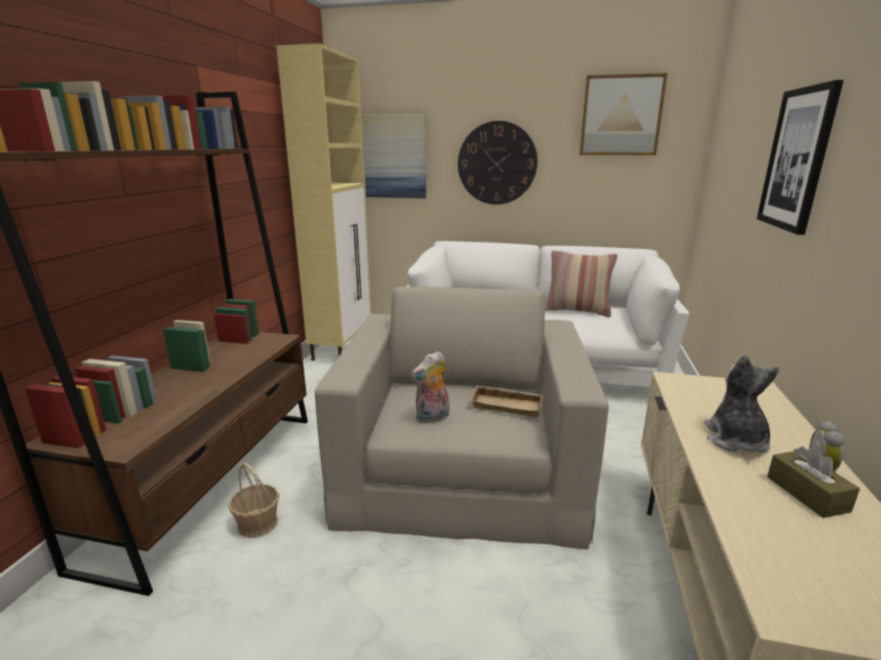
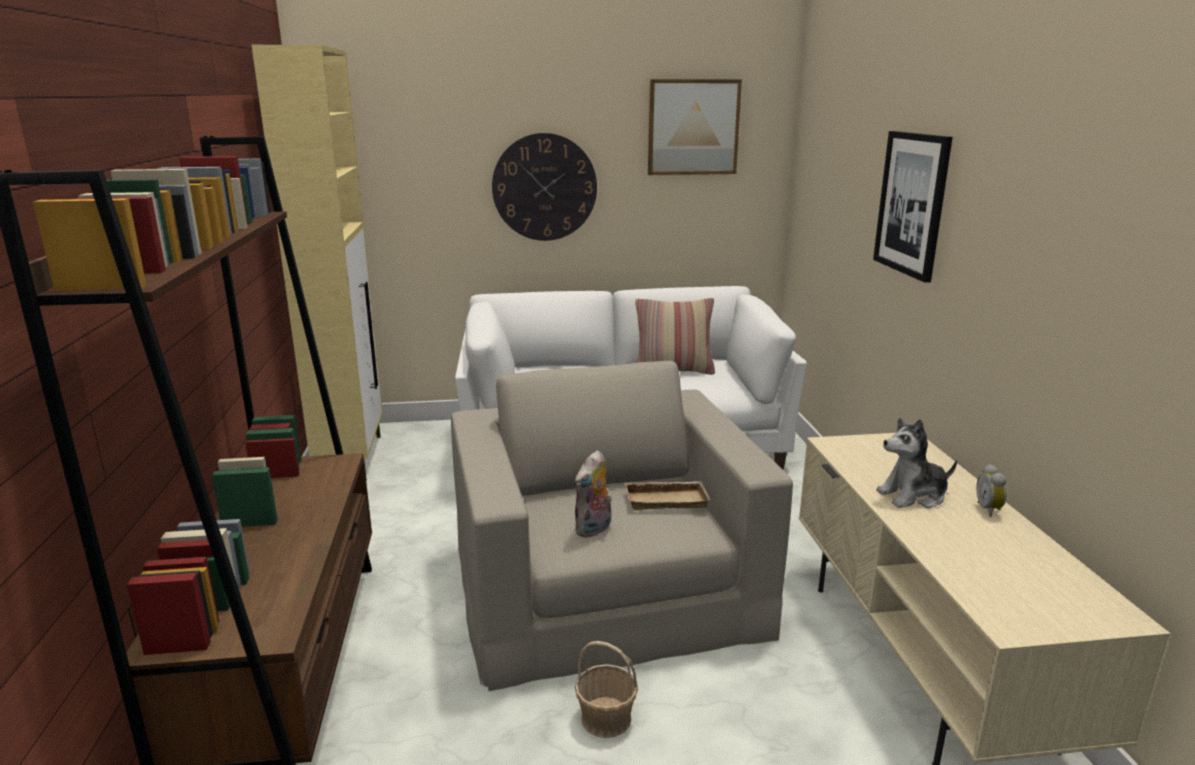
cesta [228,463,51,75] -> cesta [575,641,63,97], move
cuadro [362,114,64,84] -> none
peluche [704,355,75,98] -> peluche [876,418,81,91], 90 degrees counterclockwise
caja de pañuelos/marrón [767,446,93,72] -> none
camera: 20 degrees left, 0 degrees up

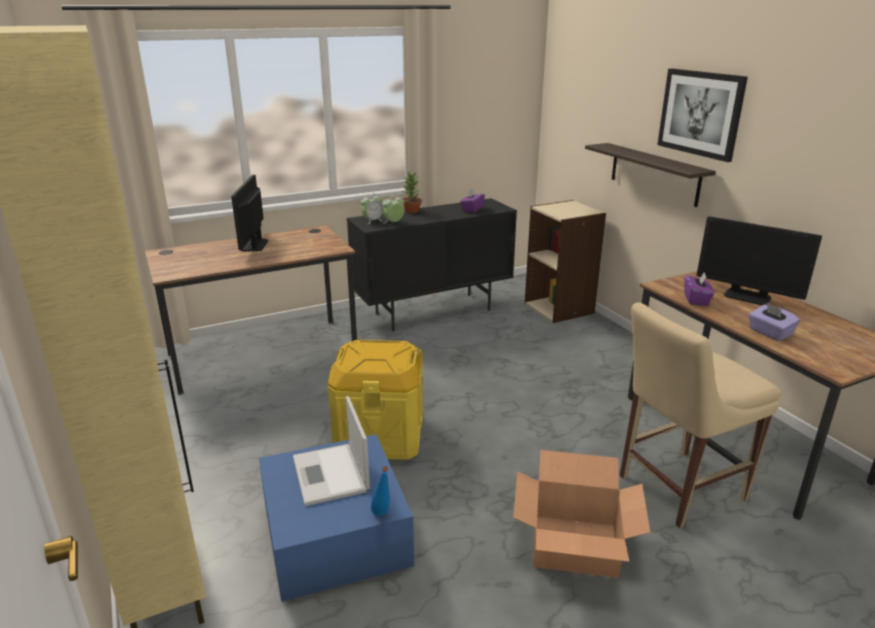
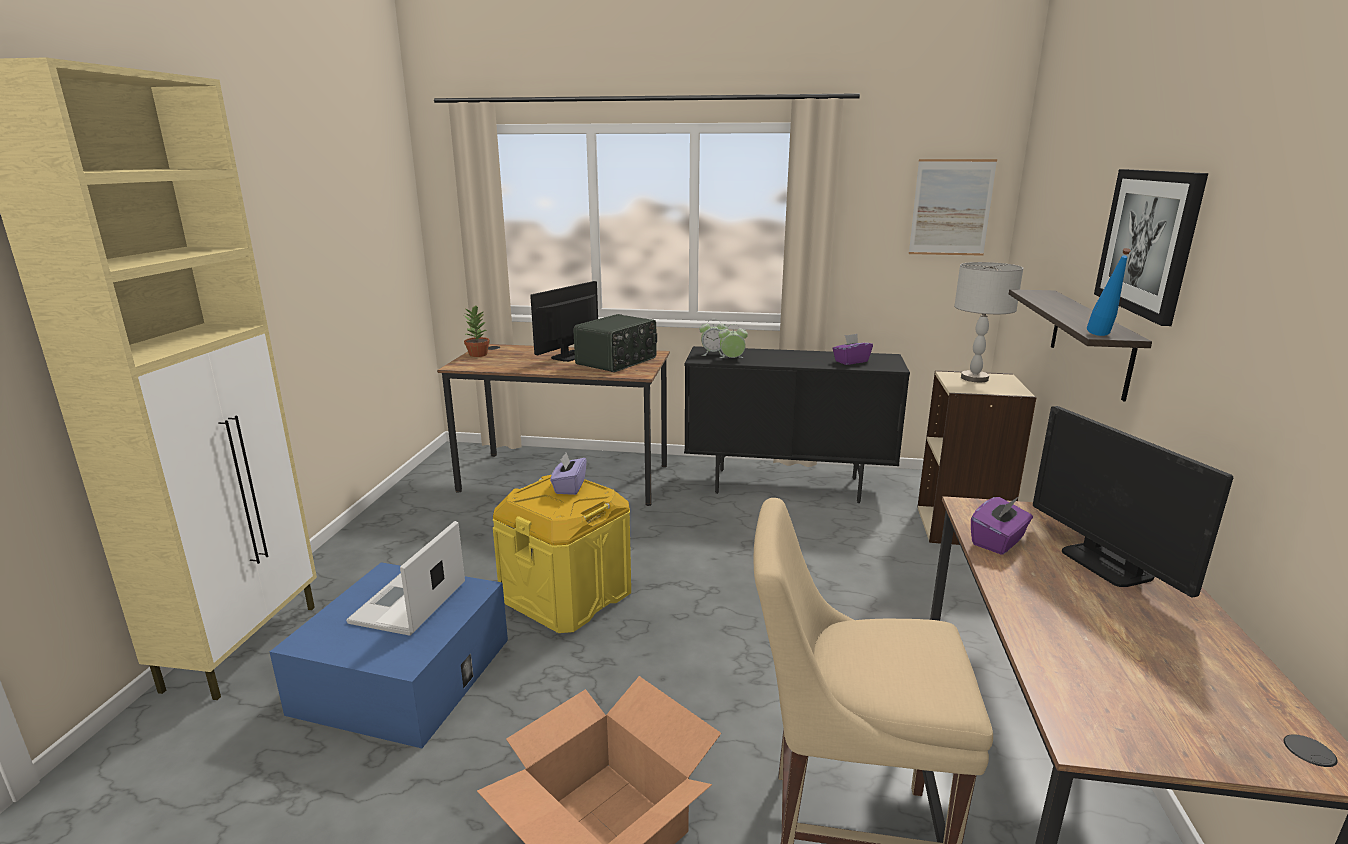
botella/azul [371,466,19,50] -> botella/azul [1087,248,44,88], move
planta en maceta [402,171,20,42] -> planta en maceta [464,306,26,51], move
caja de pañuelos/morado [748,303,52,38] -> caja de pañuelos/morado [550,452,36,43], move
none -> radio [573,314,84,58]
none -> cuadro [909,159,88,97]
none -> lámpara de mesa/gris [954,262,69,120]
camera: 35 degrees right, 5 degrees down

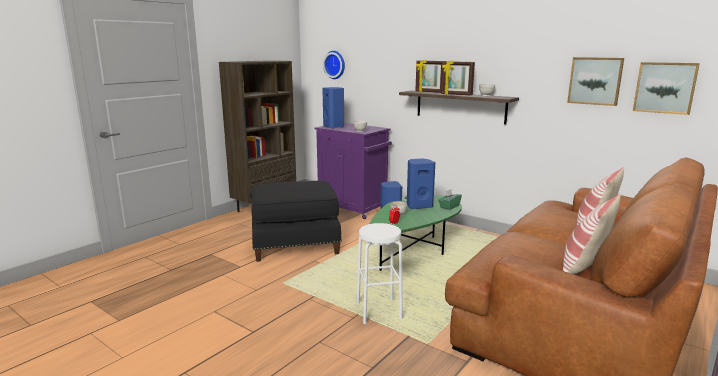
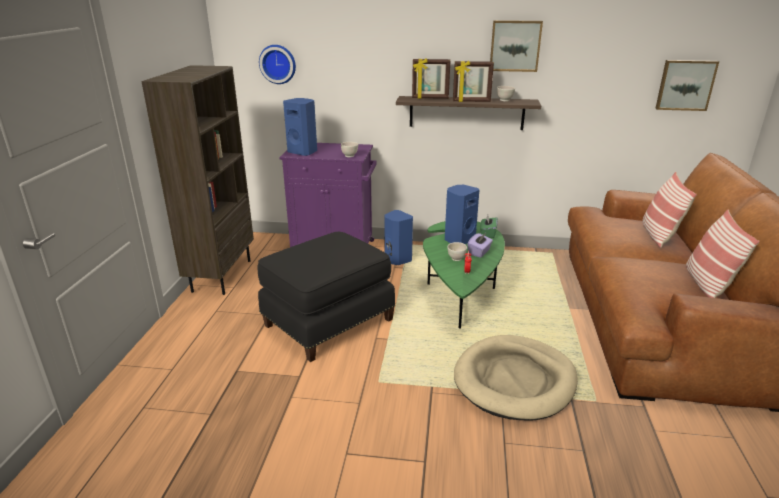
taburete/blanco [357,223,46,101] -> cama para perro/beis [454,335,124,86]
cuadro [567,57,57,49] -> cuadro [490,20,53,52], move
none -> caja de pañuelos/morado [467,233,26,25]
camera: 30 degrees left, 10 degrees up

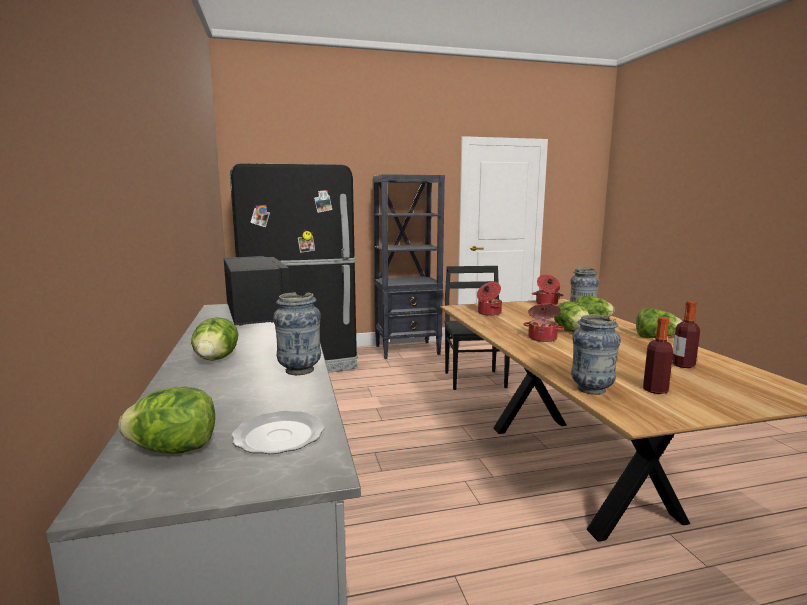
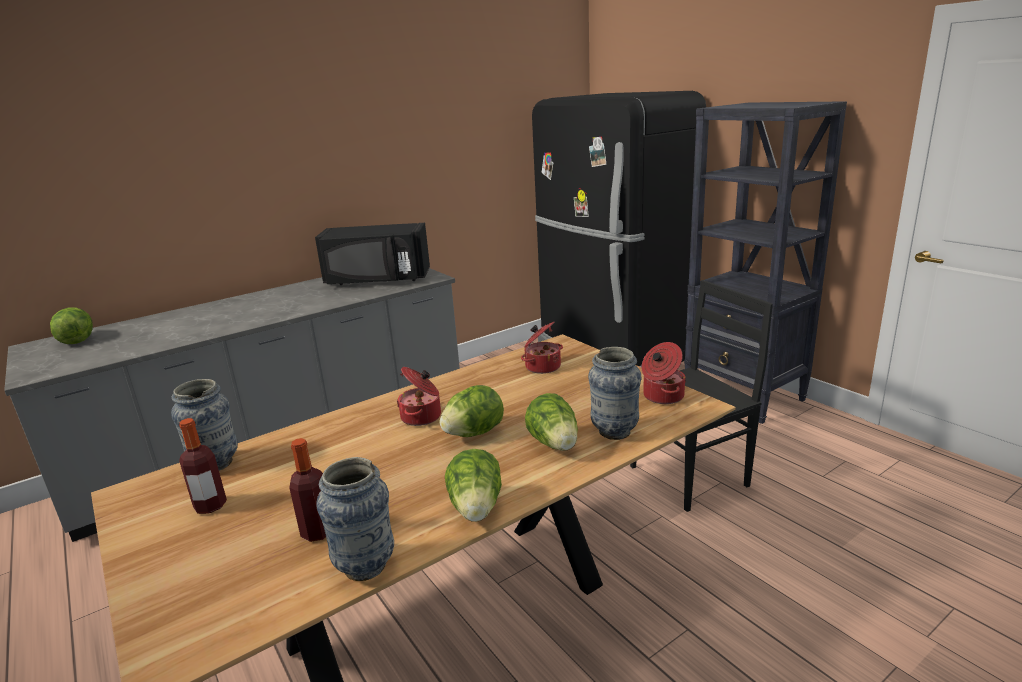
lechuga [191,317,47,44] -> none
microondas/negro [224,256,66,69] -> microondas/negro [315,223,115,62], 45 degrees clockwise
plato [232,411,93,43] -> none
florero [273,292,48,83] -> florero [316,457,78,124], move
camera: 70 degrees right, 10 degrees up

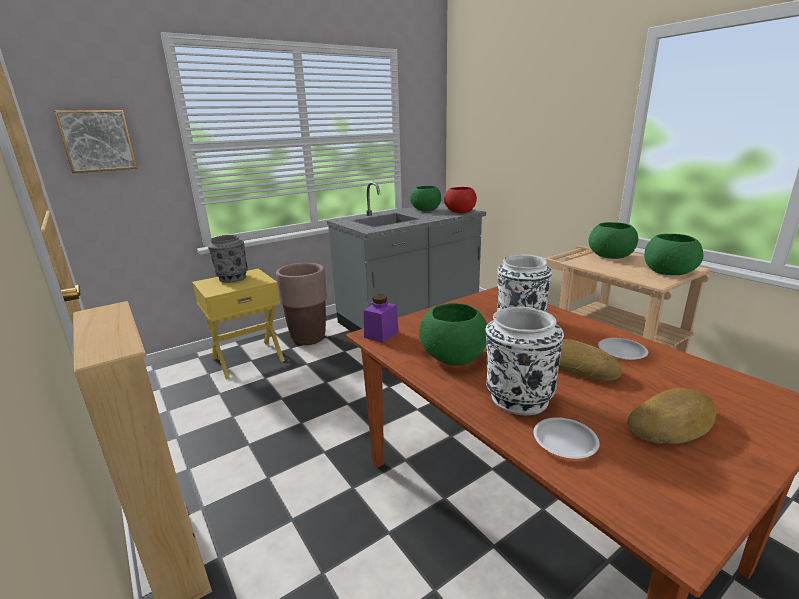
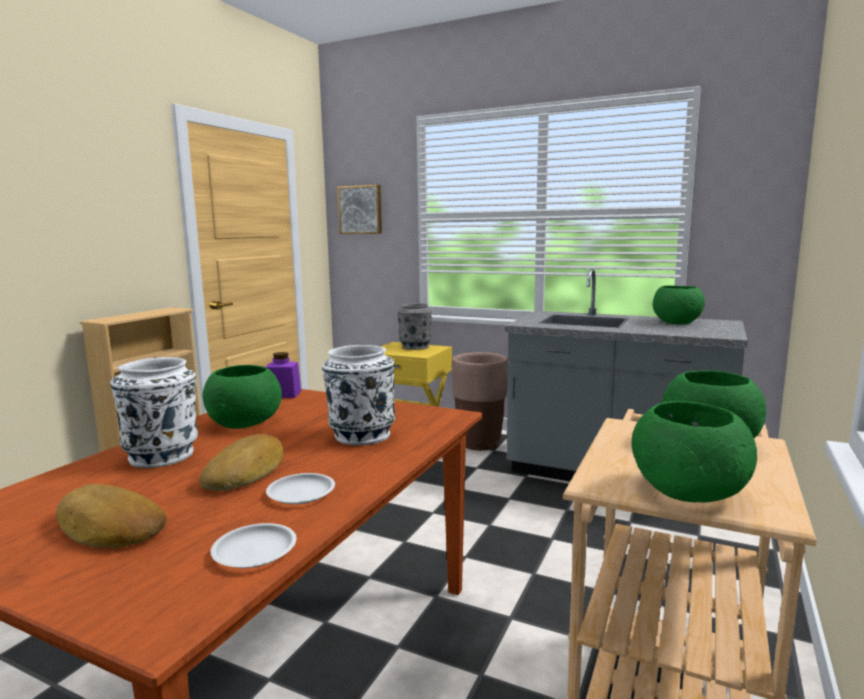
cuenco/rojo [444,187,33,26] -> none
plato/blanco [533,417,67,42] -> plato/blanco [211,523,86,45], move
camera: 60 degrees right, 10 degrees down

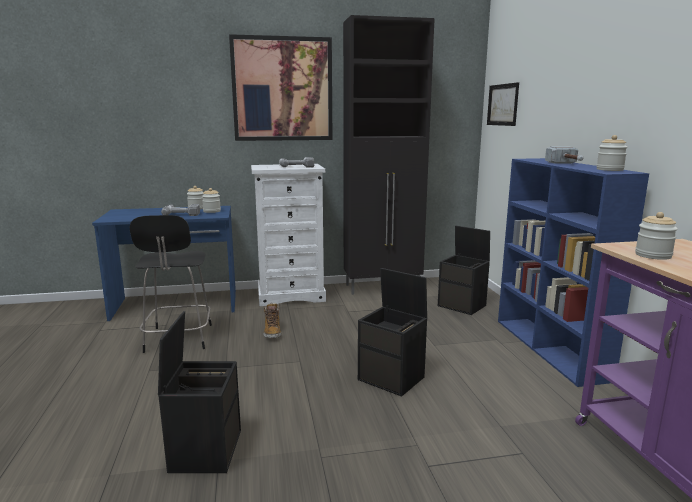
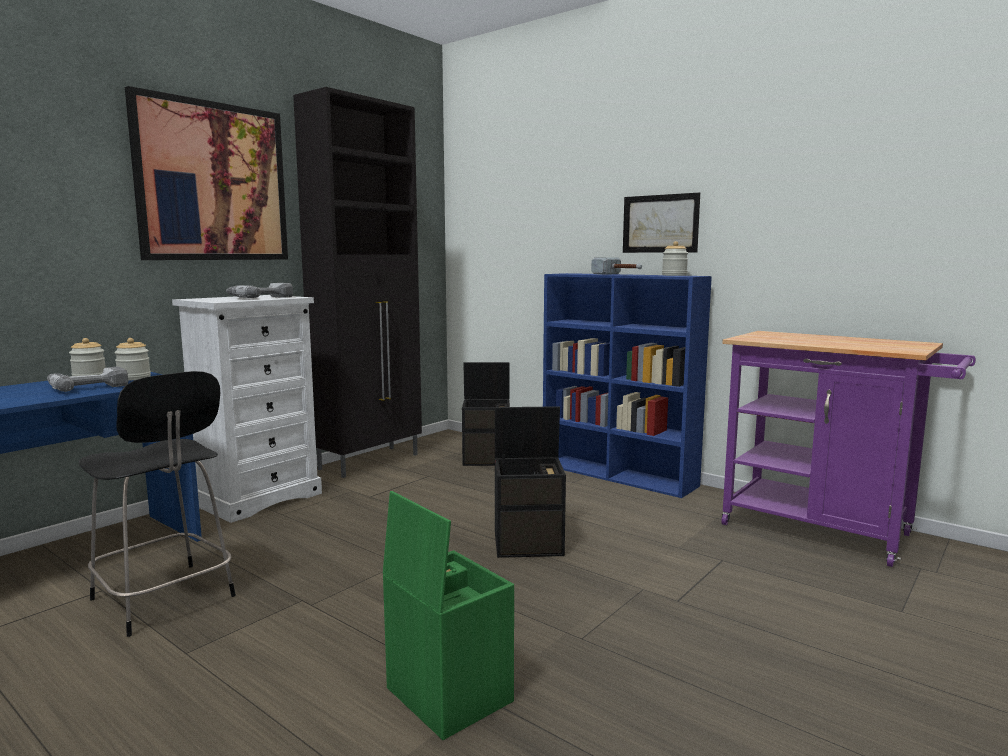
caja de almacenaje/negro [158,311,83,162] -> caja de almacenaje/verde [383,491,131,249]
bota [263,303,18,35] -> none
cuadro [487,82,32,44] -> cuadro [623,192,77,61], move
tarro [635,212,43,48] -> none
camera: 40 degrees left, 5 degrees down

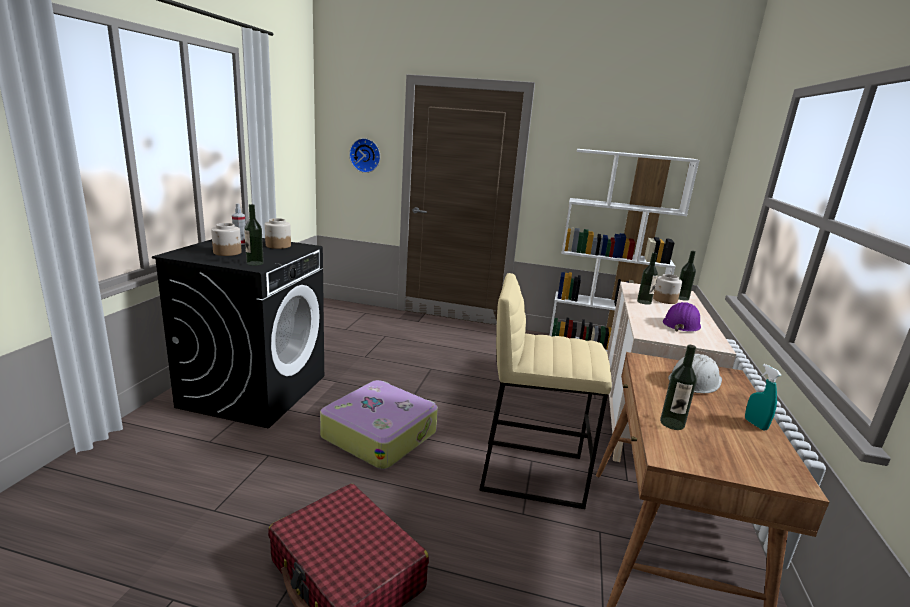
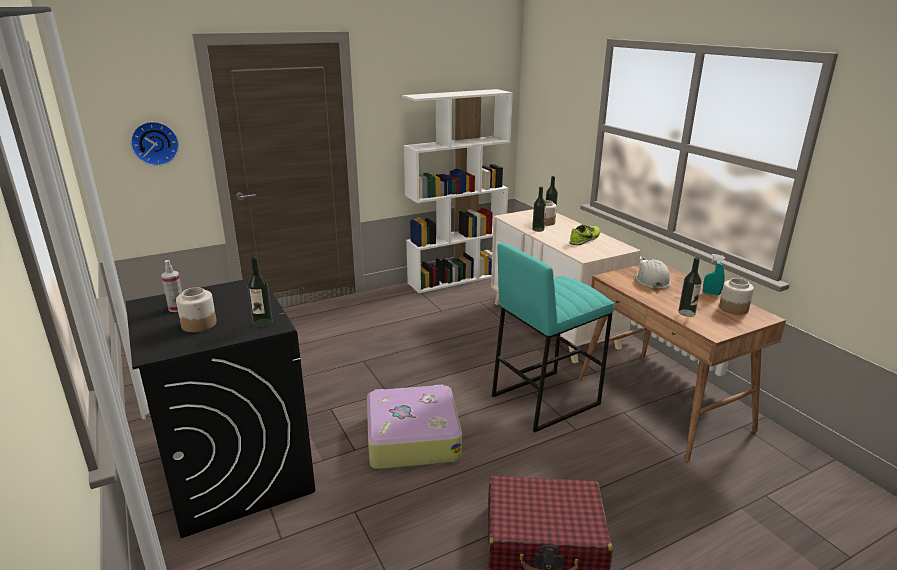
tarro [265,218,26,31] -> tarro [719,278,35,37], move
taburete/beis [479,273,133,236] -> taburete/turquesa [492,243,123,190]
casco/morado [663,302,38,30] -> zapato [570,224,30,21]
camera: 40 degrees left, 5 degrees up

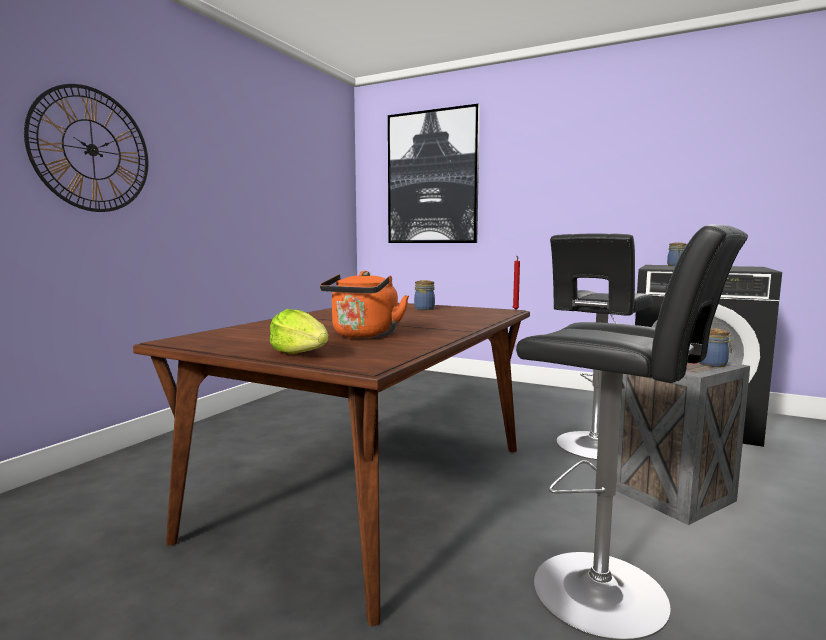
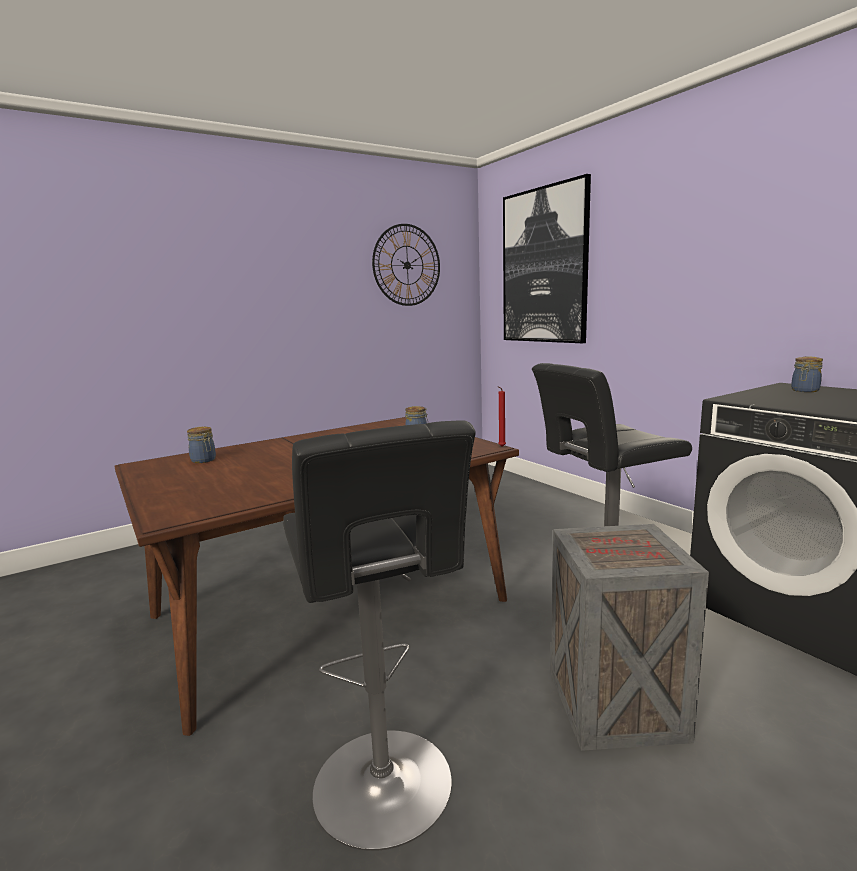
reloj de pared [24,84,124,128] -> reloj de pared [372,224,68,82], move
lechuga [270,309,59,45] -> none
hervidor/naranja [320,271,89,67] -> none
tarro [699,328,34,39] -> tarro [187,427,29,36], move
camera: 30 degrees right, 5 degrees up

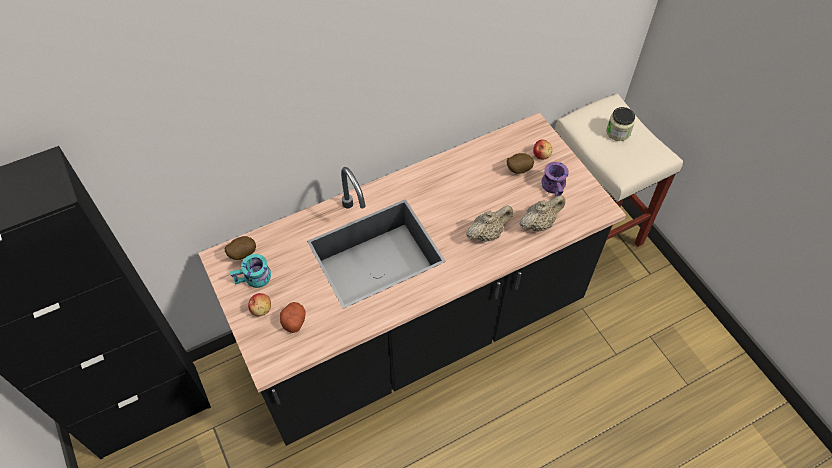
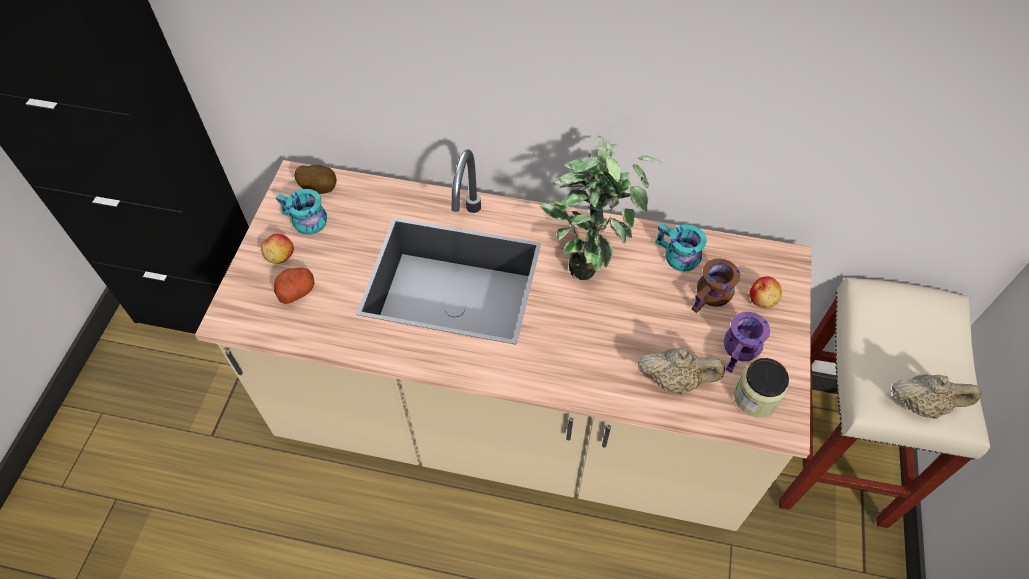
mueble bajo de cocina/negro [198,113,428,333] -> mueble bajo de cocina/beis [195,149,617,382]
tetera/beis [466,205,47,37] -> tetera/beis [891,375,91,44], move
patata [507,153,27,21] -> taza grande/marrón [691,258,49,55]
tarro [606,107,29,34] -> tarro [734,358,55,59], move
none -> planta en maceta [540,135,122,145]
none -> taza grande/turquesa [655,223,51,49]
camera: 40 degrees right, 0 degrees up

